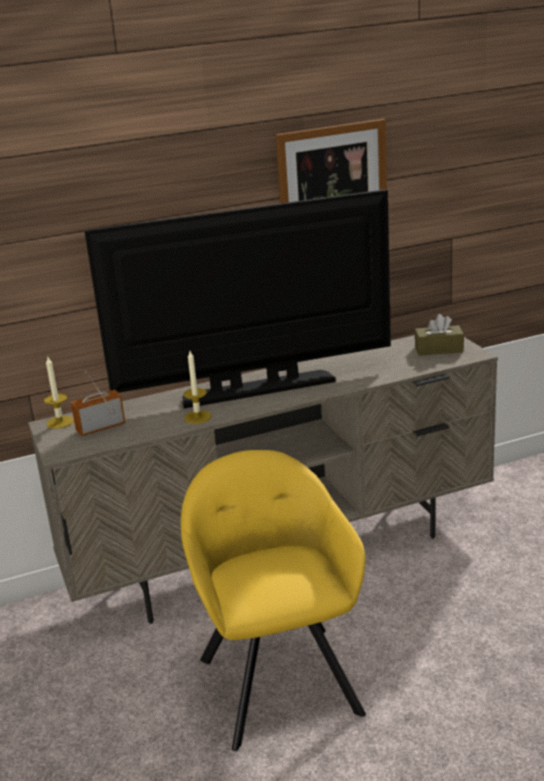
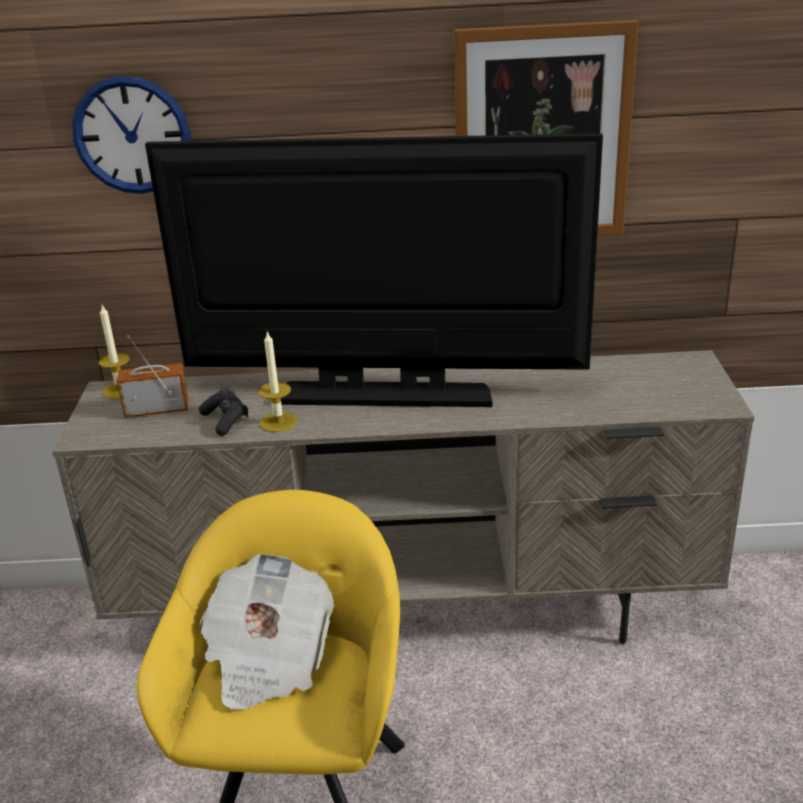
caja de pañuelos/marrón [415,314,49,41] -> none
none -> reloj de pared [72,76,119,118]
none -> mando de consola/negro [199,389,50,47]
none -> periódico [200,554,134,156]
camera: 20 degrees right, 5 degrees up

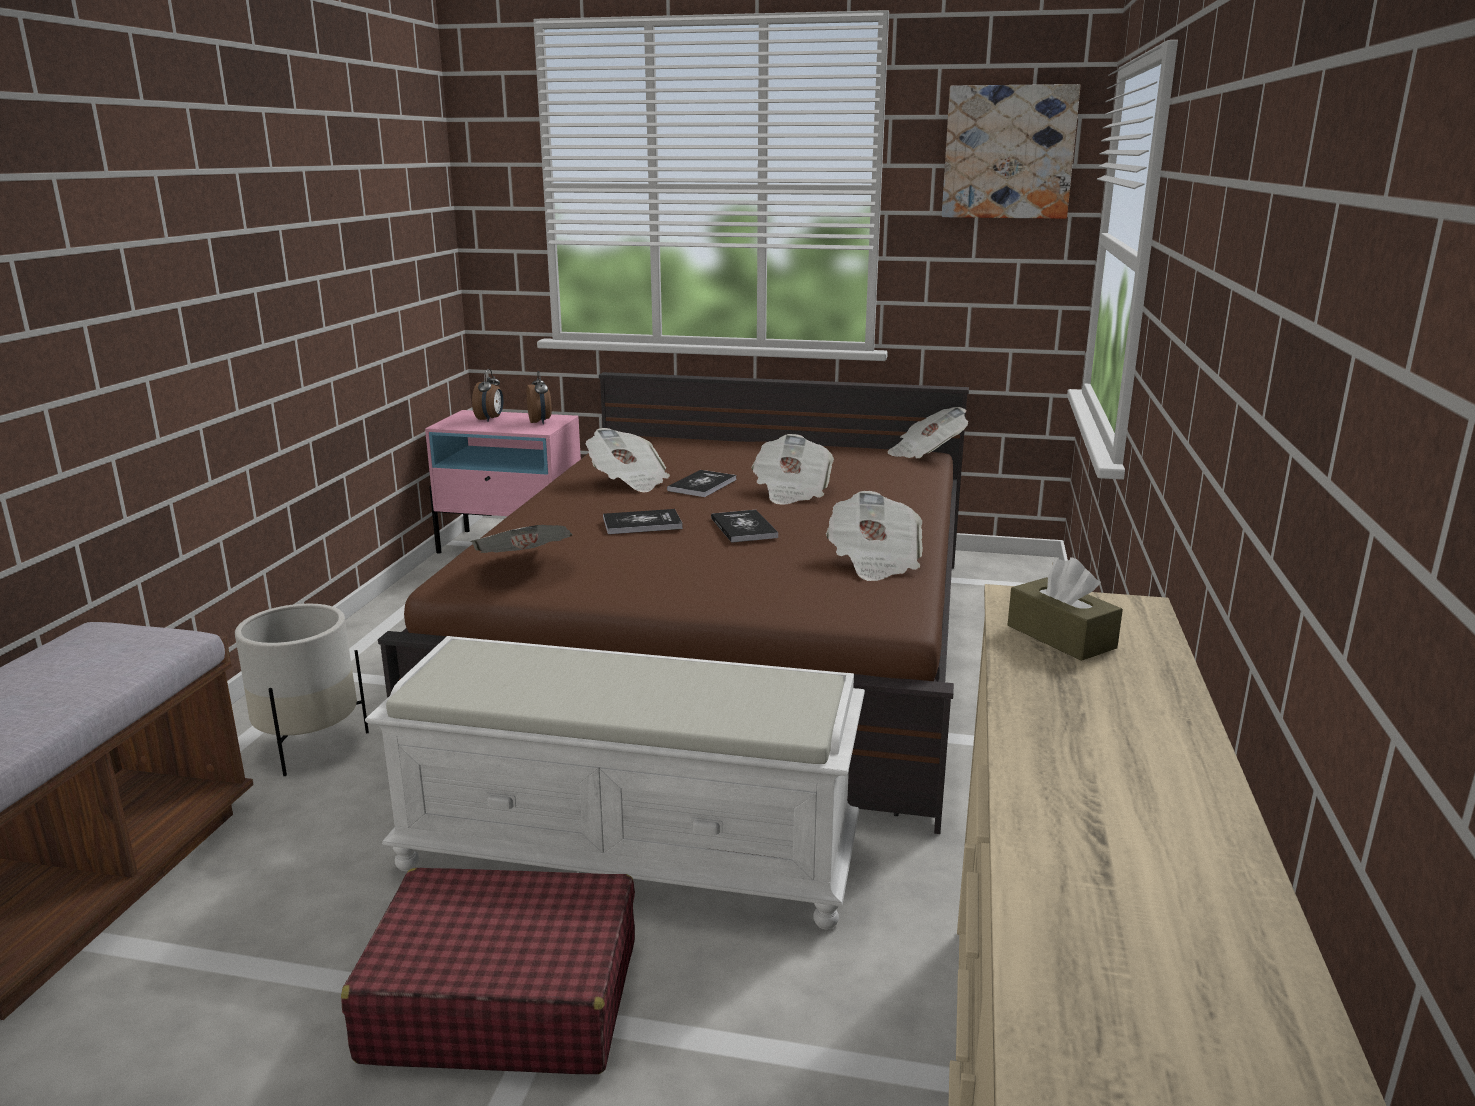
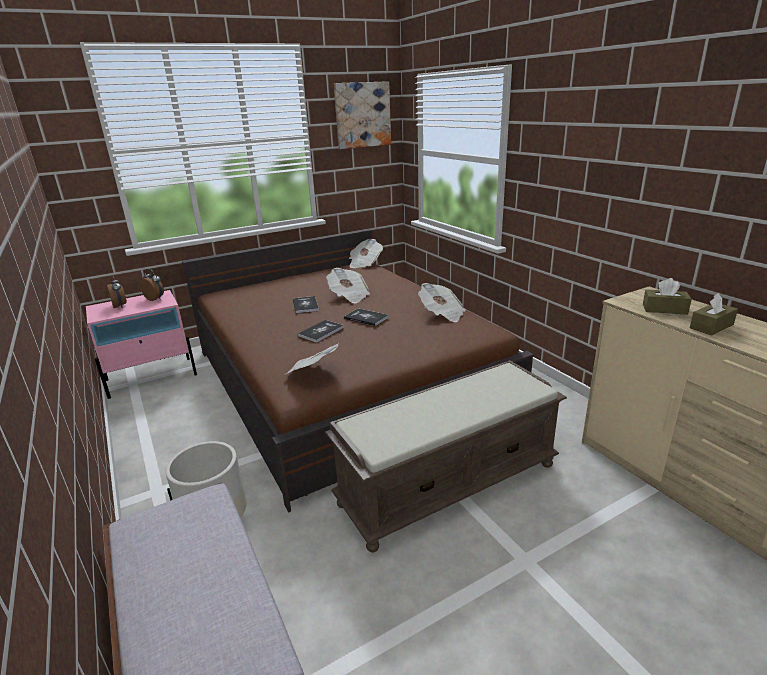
maleta/rojo [341,868,294,206] -> none
banco/blanco [365,636,500,293] -> banco/marrón [325,360,242,193]
periódico [586,428,84,65] -> none
none -> caja de pañuelos/marrón [690,293,48,43]
camera: 40 degrees left, 5 degrees up

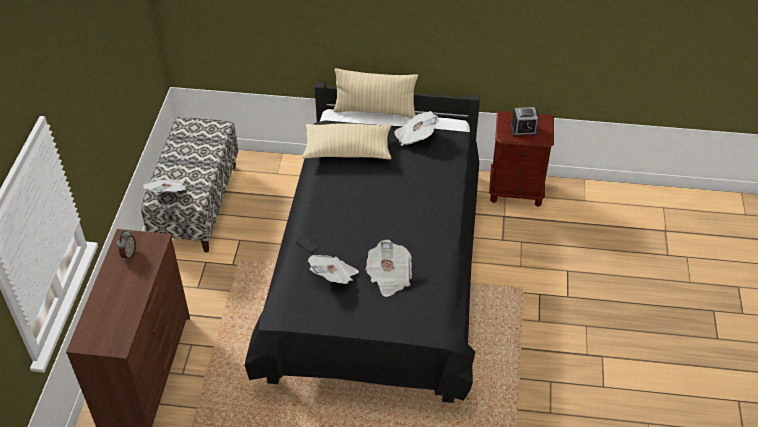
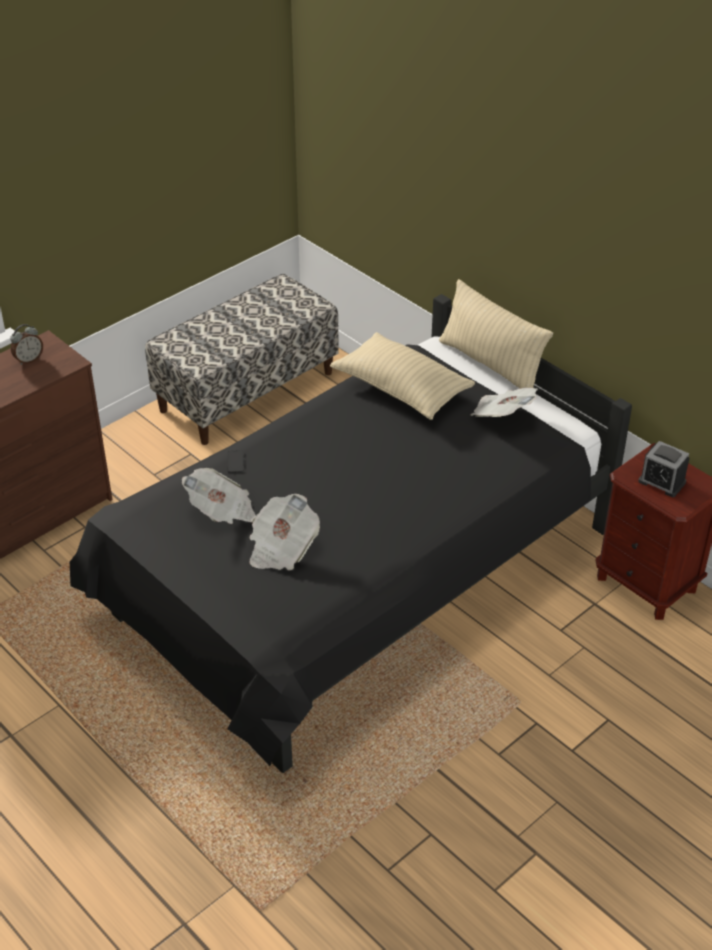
periódico [143,179,44,13] -> none
camera: 40 degrees right, 5 degrees down

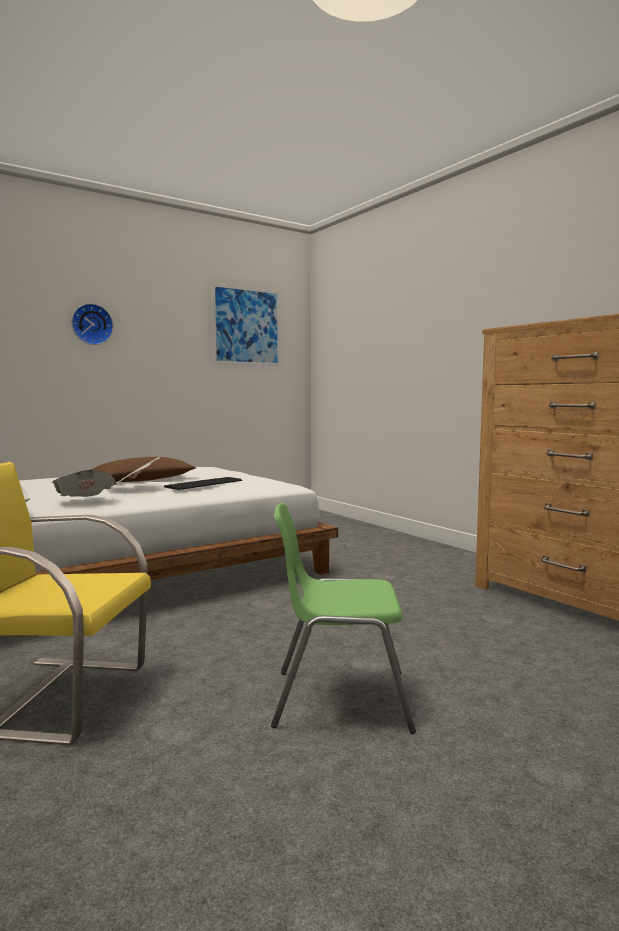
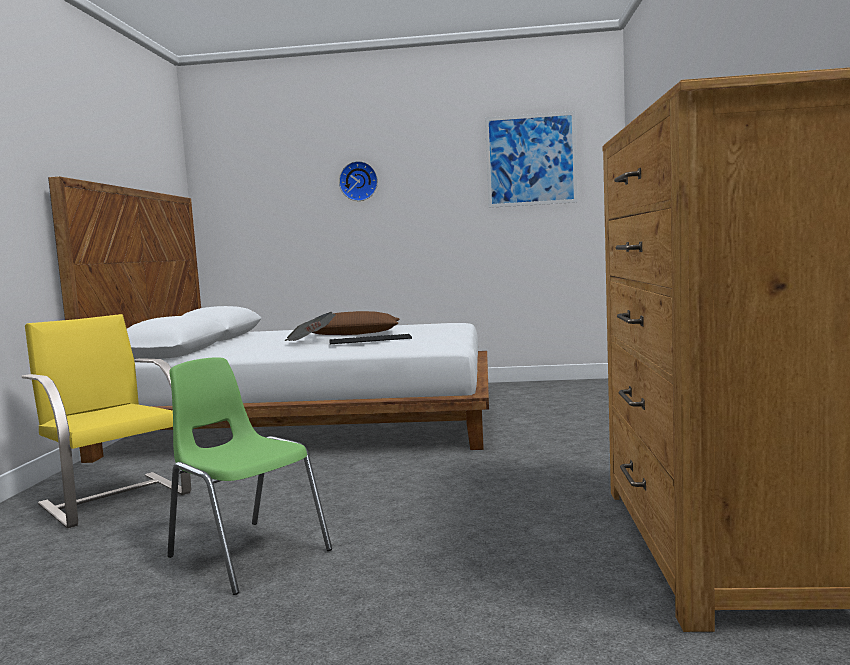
periódico [52,470,65,27] -> none
camera: 40 degrees right, 0 degrees up

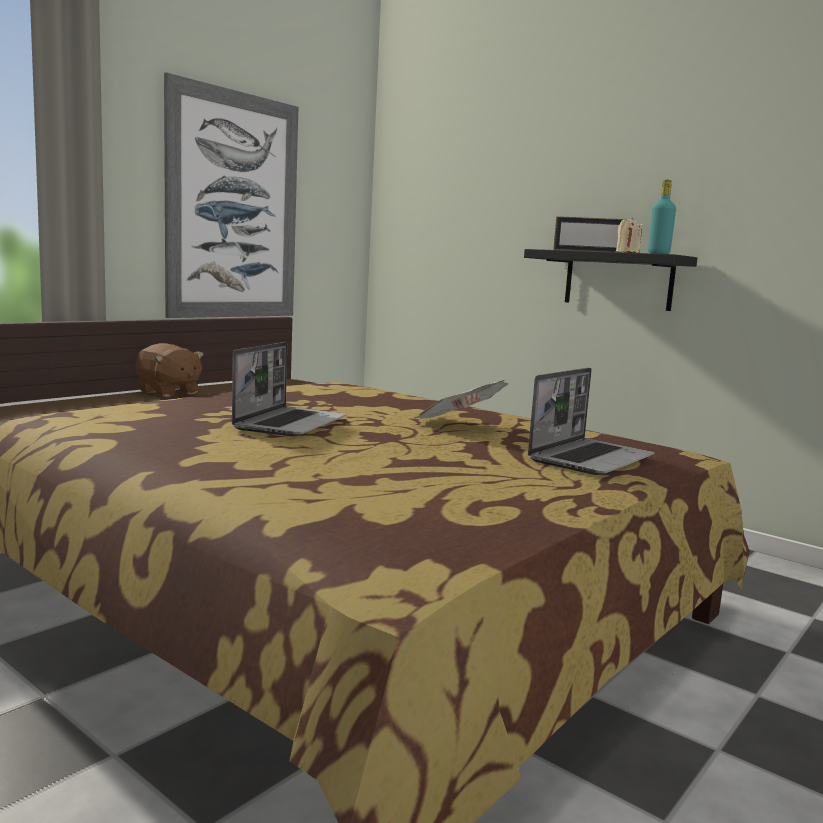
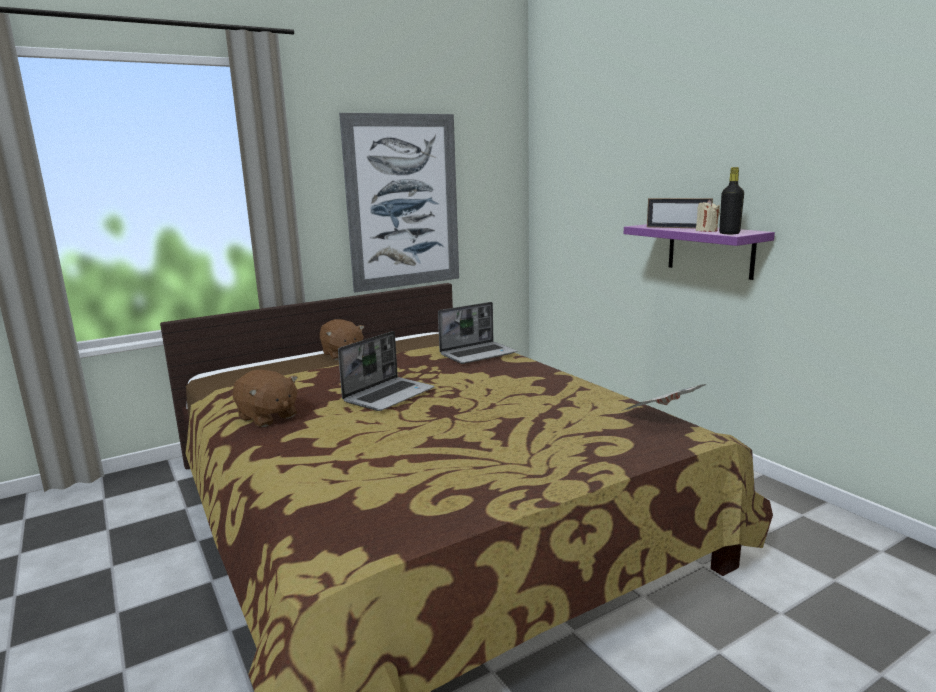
periódico [414,380,95,39] -> periódico [621,384,85,27], move
estante/negro [524,249,173,62] -> estante/morado [624,224,151,56]
portátil [528,368,126,107] -> portátil [438,302,79,62], move
botella/turquesa [648,180,28,74] -> botella/negro [719,167,25,67]
none -> peluche/marrón [232,370,66,57]
camera: 20 degrees right, 5 degrees up

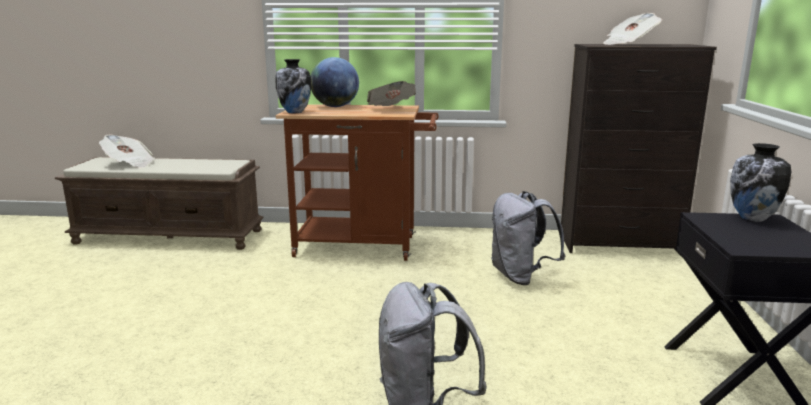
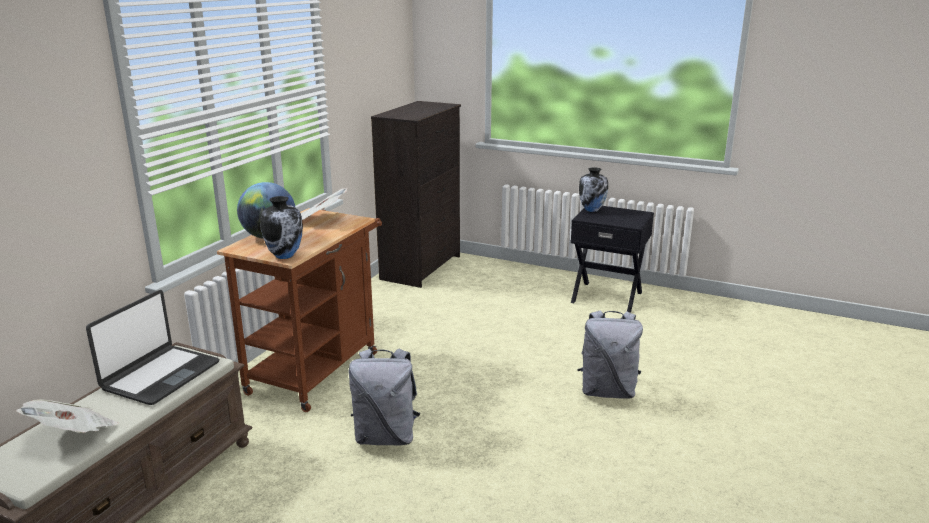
mochila/gris [491,191,74,94] -> mochila/gris [348,348,72,97], move
periódico [603,13,59,32] -> none
none -> portátil [86,290,133,115]
camera: 70 degrees left, 5 degrees up

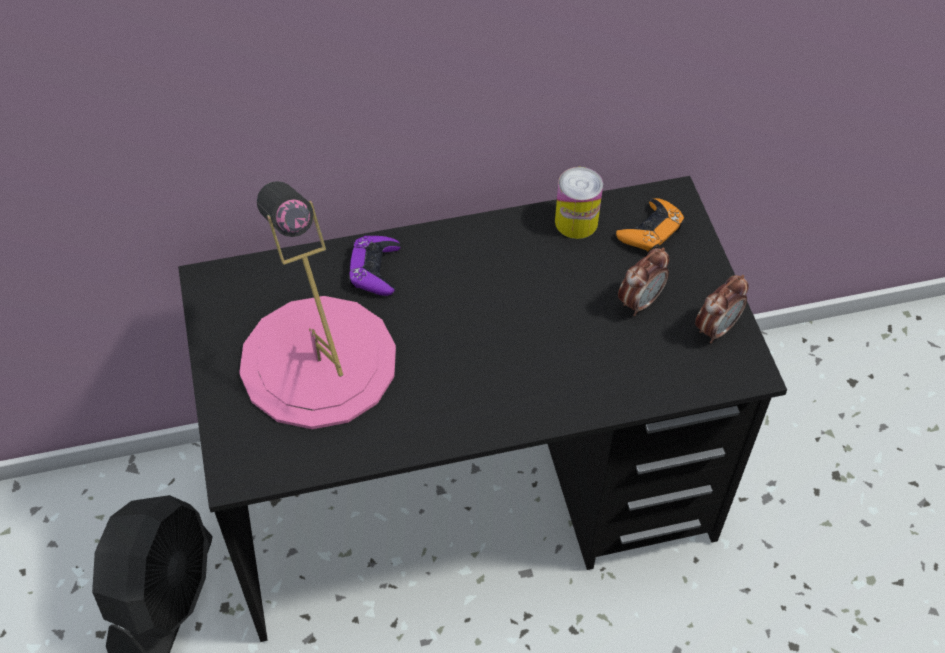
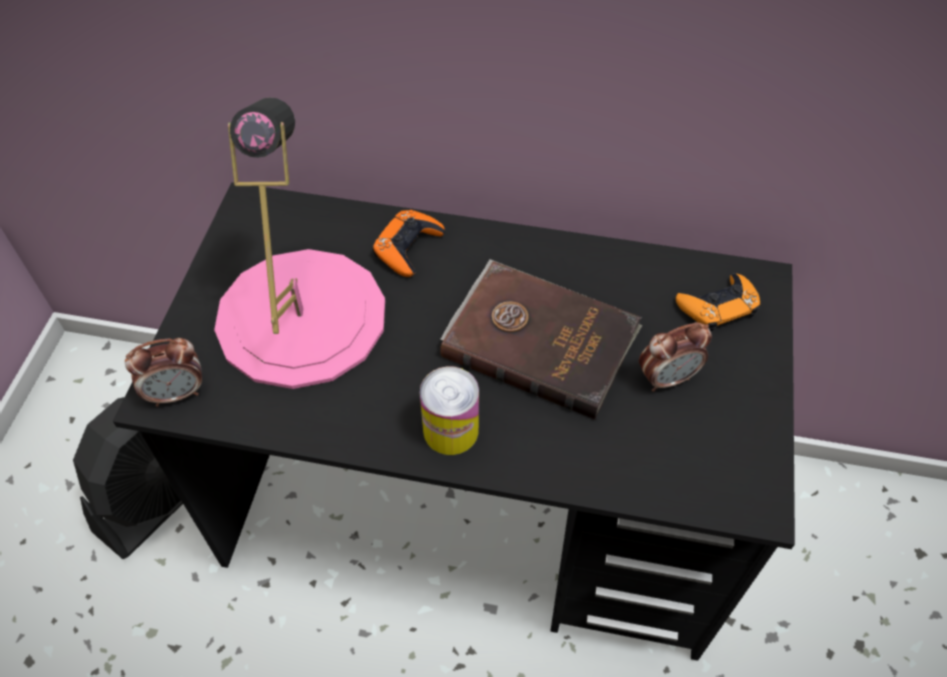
mando de consola/morado [348,236,53,60] -> mando de consola/naranja [372,210,73,67]
lata [555,167,48,72] -> lata [420,366,59,89], move
despertador [695,275,54,68] -> despertador [125,338,77,69], move
none -> libro/marrón [440,259,202,160]
camera: 25 degrees right, 0 degrees up

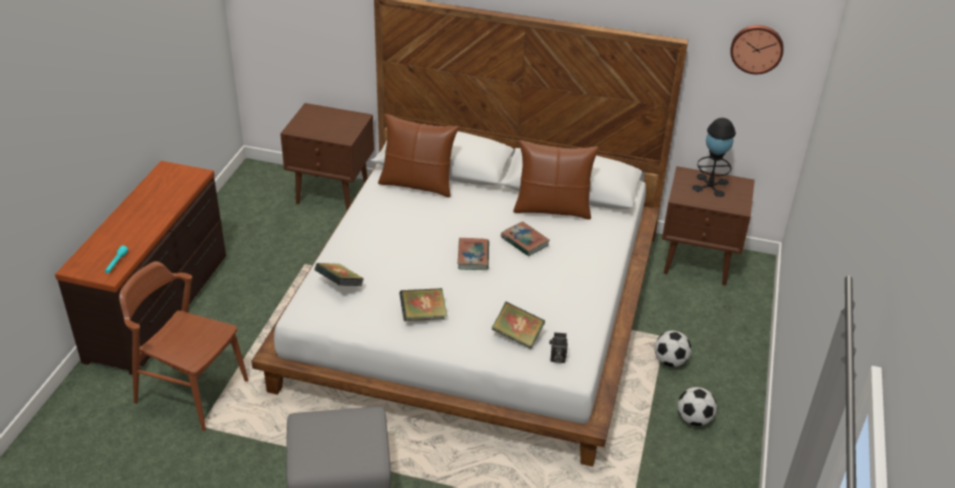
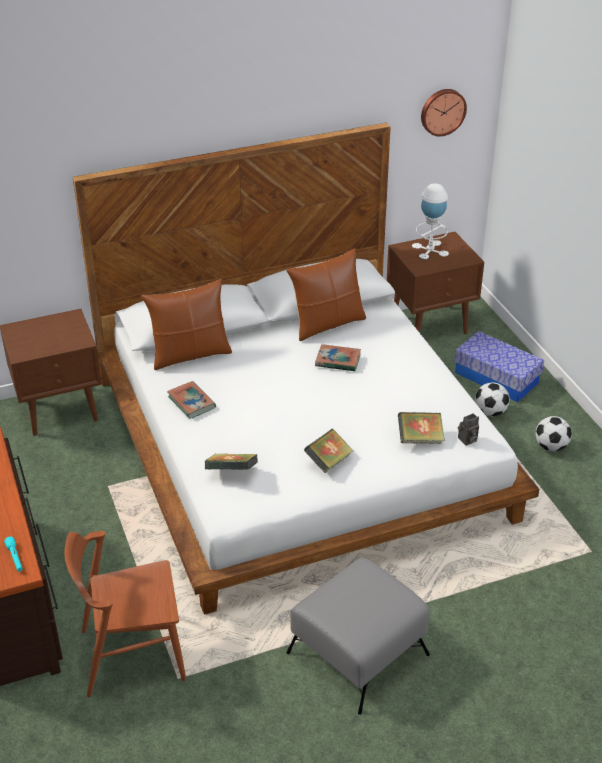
libro [458,238,31,32] -> libro [167,381,49,38], move
lámpara de mesa/negro [692,118,44,79] -> lámpara de mesa/blanco [412,183,37,76]
none -> caja de almacenaje [454,331,90,71]
camera: 35 degrees left, 0 degrees up

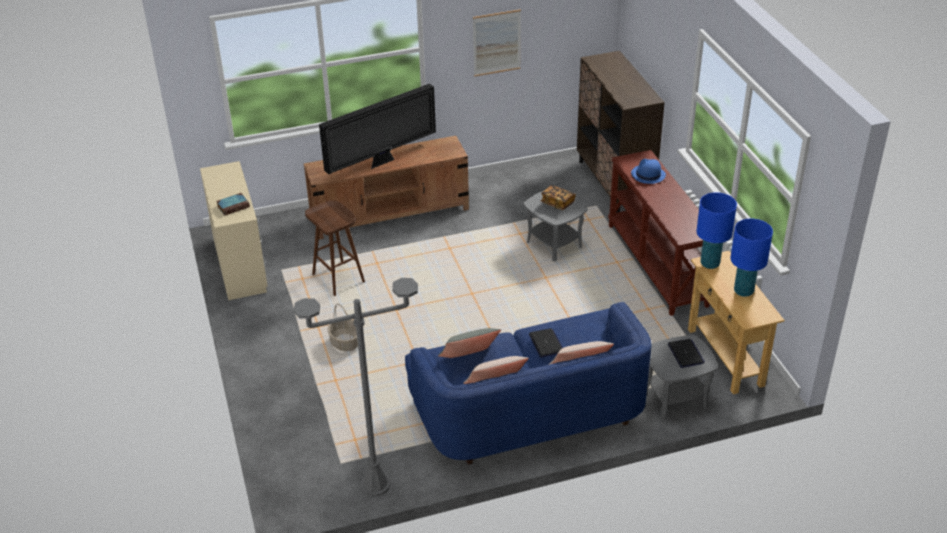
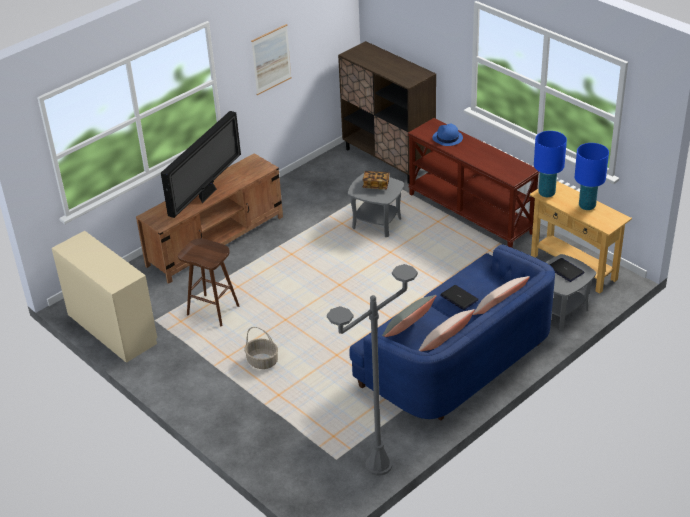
libro [216,193,34,23] -> none
camera: 25 degrees left, 0 degrees up

